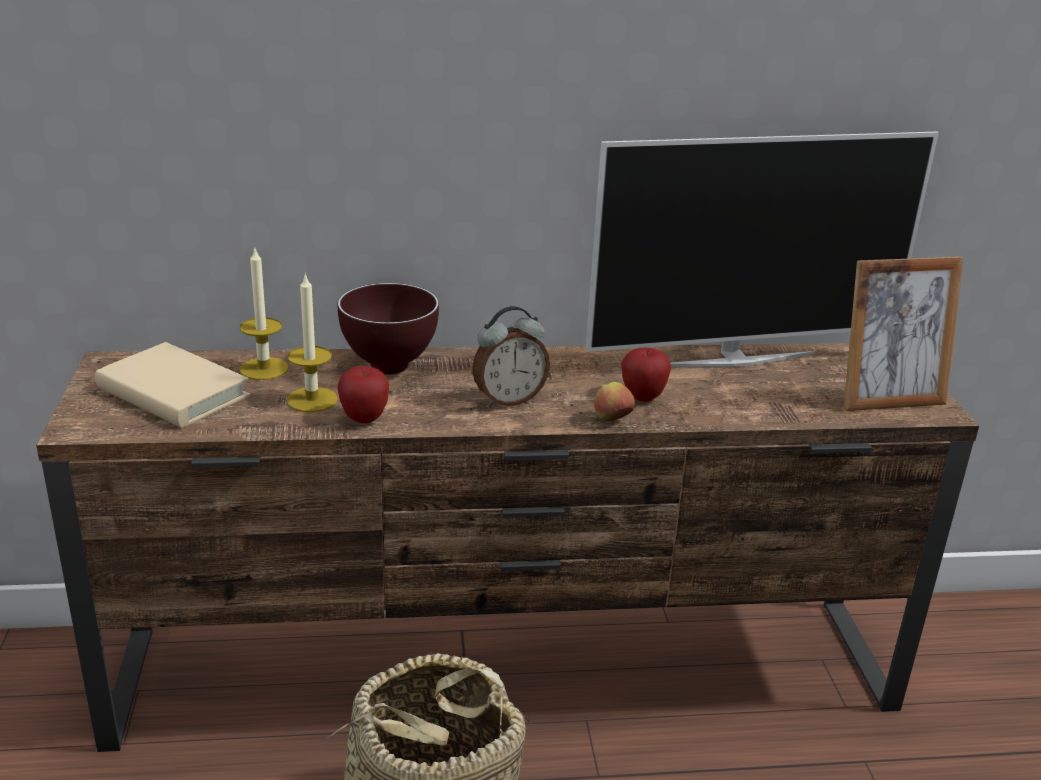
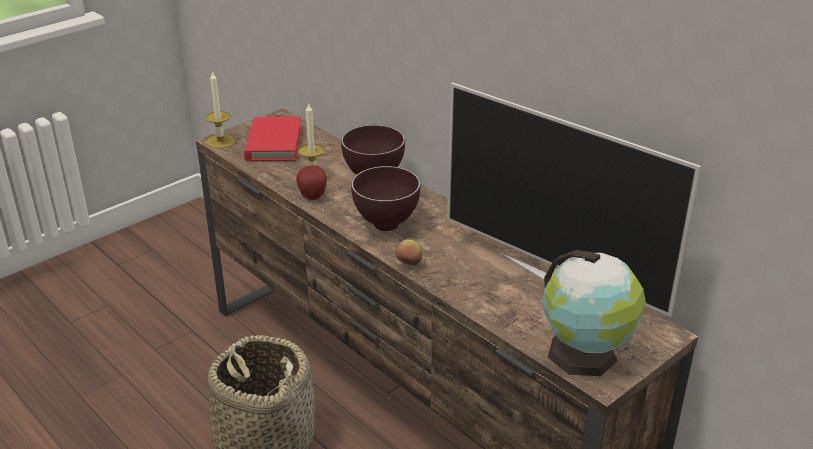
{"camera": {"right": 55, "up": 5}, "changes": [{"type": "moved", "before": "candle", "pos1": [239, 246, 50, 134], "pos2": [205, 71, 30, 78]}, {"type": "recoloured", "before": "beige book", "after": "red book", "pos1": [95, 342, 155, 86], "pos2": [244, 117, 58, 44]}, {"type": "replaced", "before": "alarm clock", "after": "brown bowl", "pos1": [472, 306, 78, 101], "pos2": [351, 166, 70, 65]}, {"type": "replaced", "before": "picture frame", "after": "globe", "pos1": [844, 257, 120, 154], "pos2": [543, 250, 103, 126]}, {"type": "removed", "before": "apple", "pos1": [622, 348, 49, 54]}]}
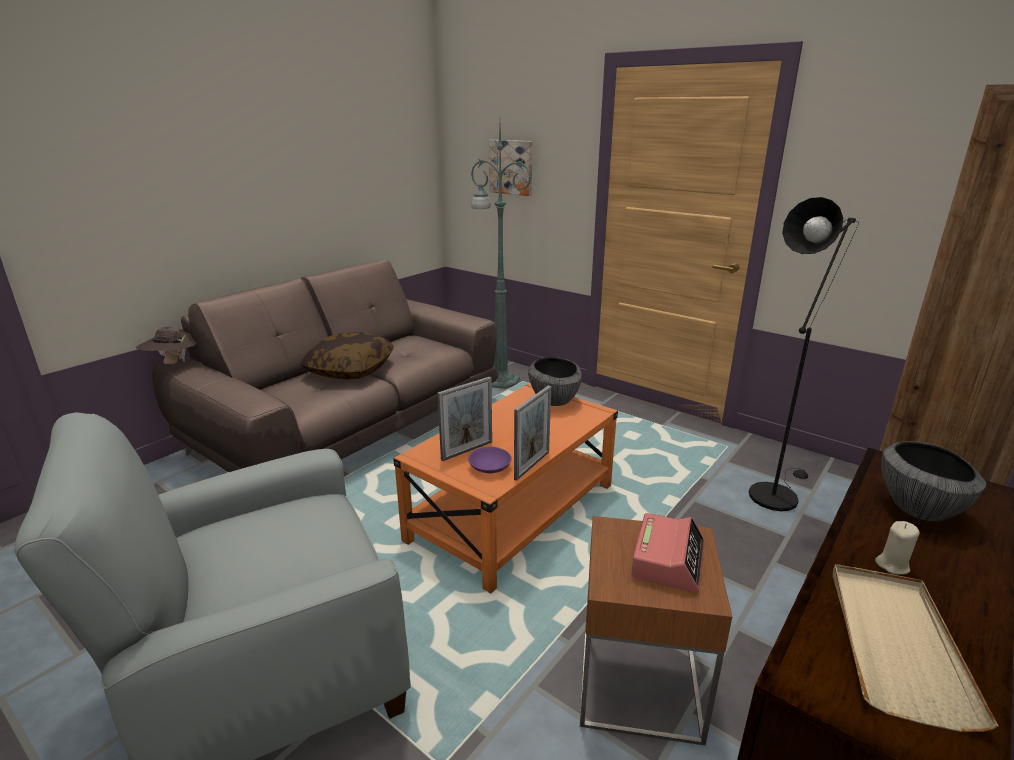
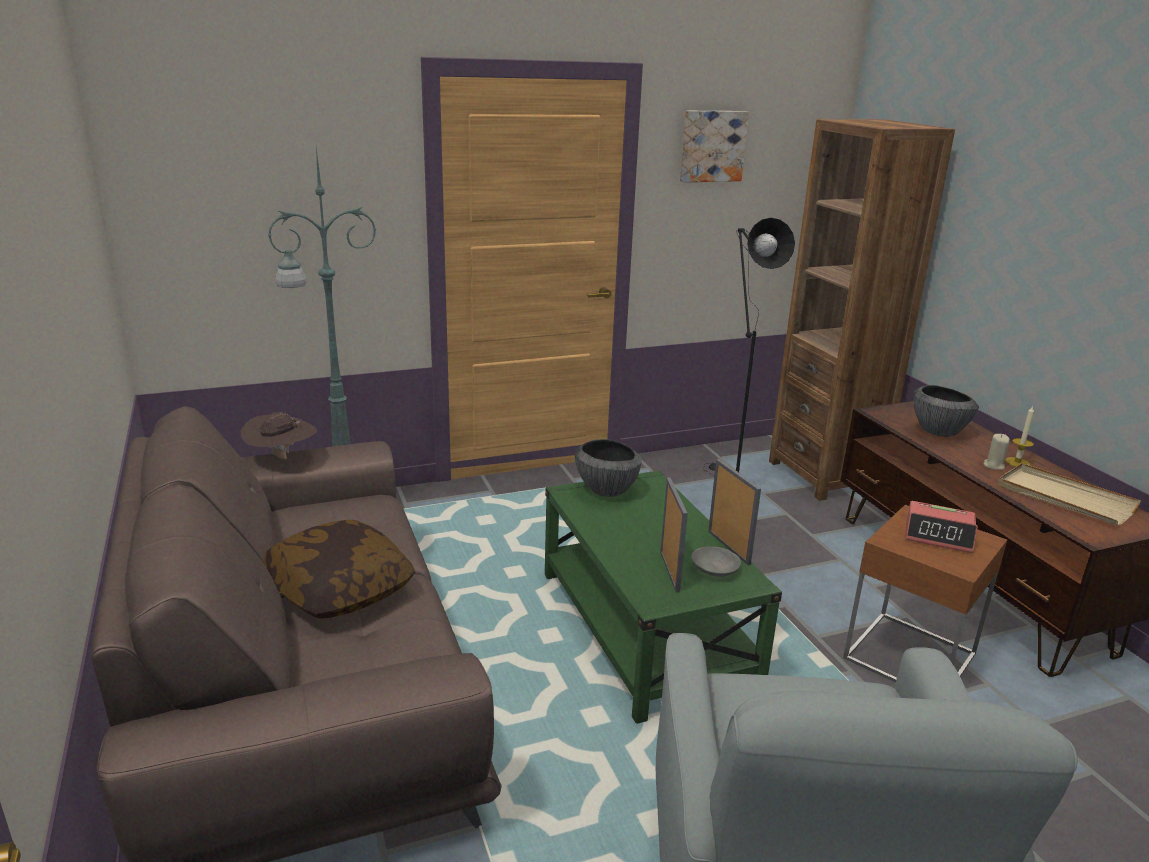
{"camera": {"right": -60, "up": 0}, "changes": [{"type": "moved", "before": "brown hat", "pos1": [135, 327, 62, 37], "pos2": [240, 412, 77, 47]}, {"type": "recoloured", "before": "orange coffee table", "after": "green coffee table", "pos1": [393, 383, 225, 210], "pos2": [545, 471, 237, 253]}, {"type": "moved", "before": "picture", "pos1": [489, 140, 43, 56], "pos2": [680, 111, 69, 72]}, {"type": "recoloured", "before": "purple bowl", "after": "grey bowl", "pos1": [468, 446, 43, 27], "pos2": [691, 547, 50, 30]}, {"type": "turned", "before": "alarm clock", "pos1": [631, 513, 74, 80], "pos2": [905, 501, 73, 52], "turn": 150}, {"type": "added", "after": "candle", "pos2": [1005, 406, 29, 61]}]}
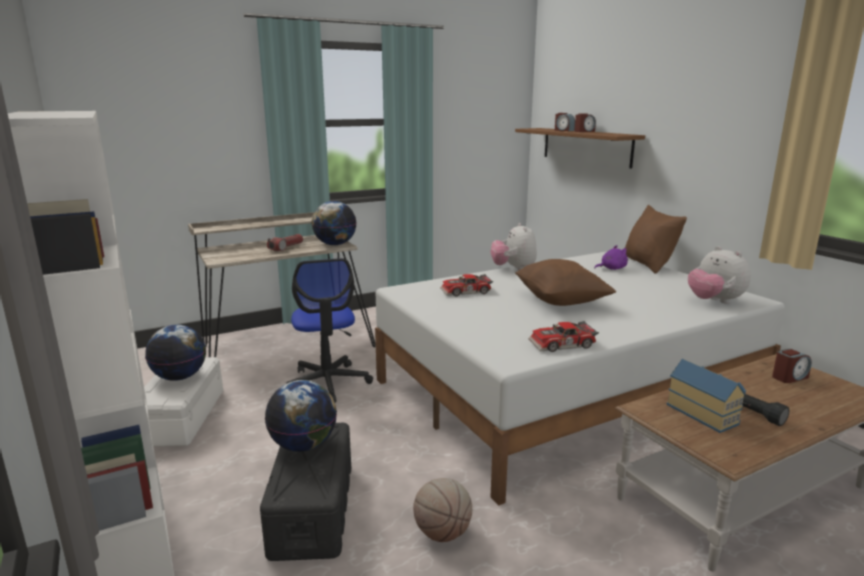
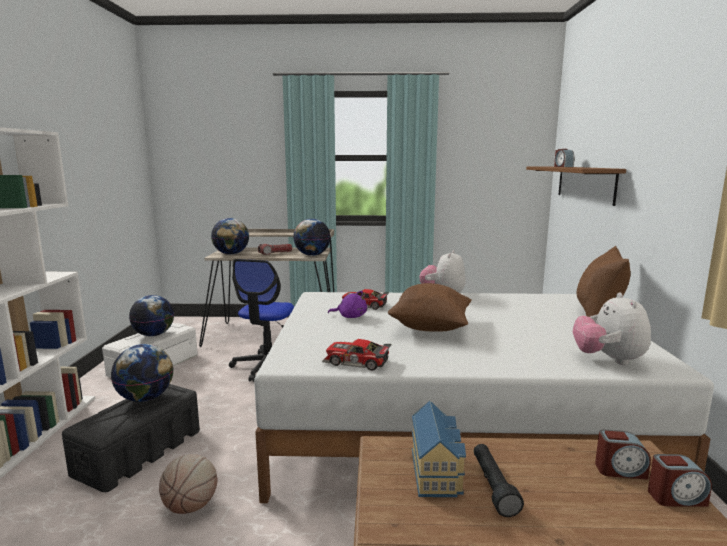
{"camera": {"right": 30, "up": -5}, "changes": [{"type": "added", "after": "globe", "pos2": [211, 218, 38, 37]}, {"type": "moved", "before": "purple plush toy", "pos1": [594, 245, 34, 25], "pos2": [328, 291, 39, 27]}, {"type": "moved", "before": "alarm clock", "pos1": [574, 113, 22, 19], "pos2": [648, 454, 64, 53]}]}
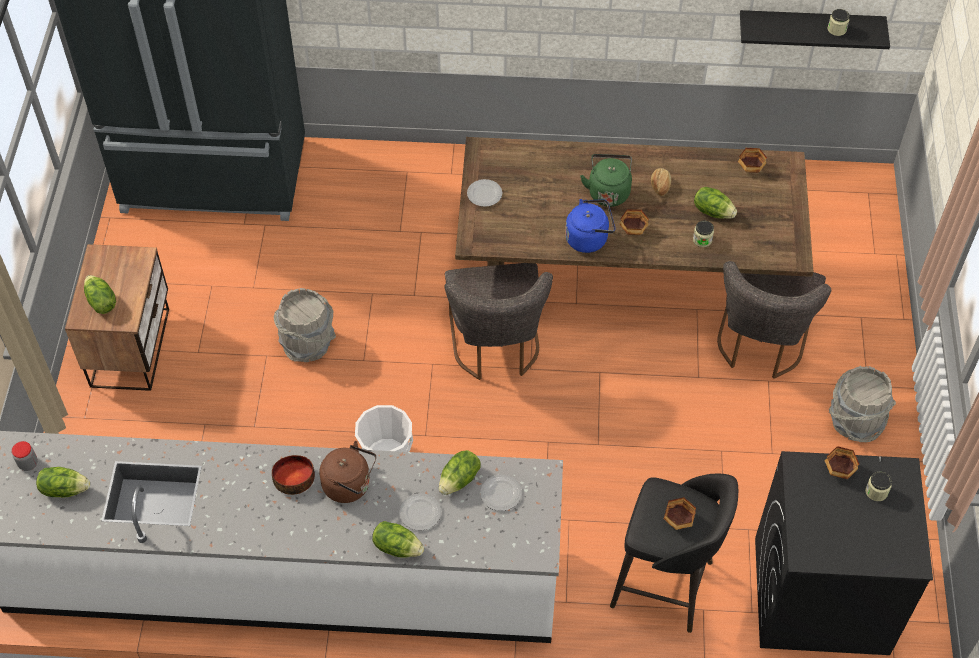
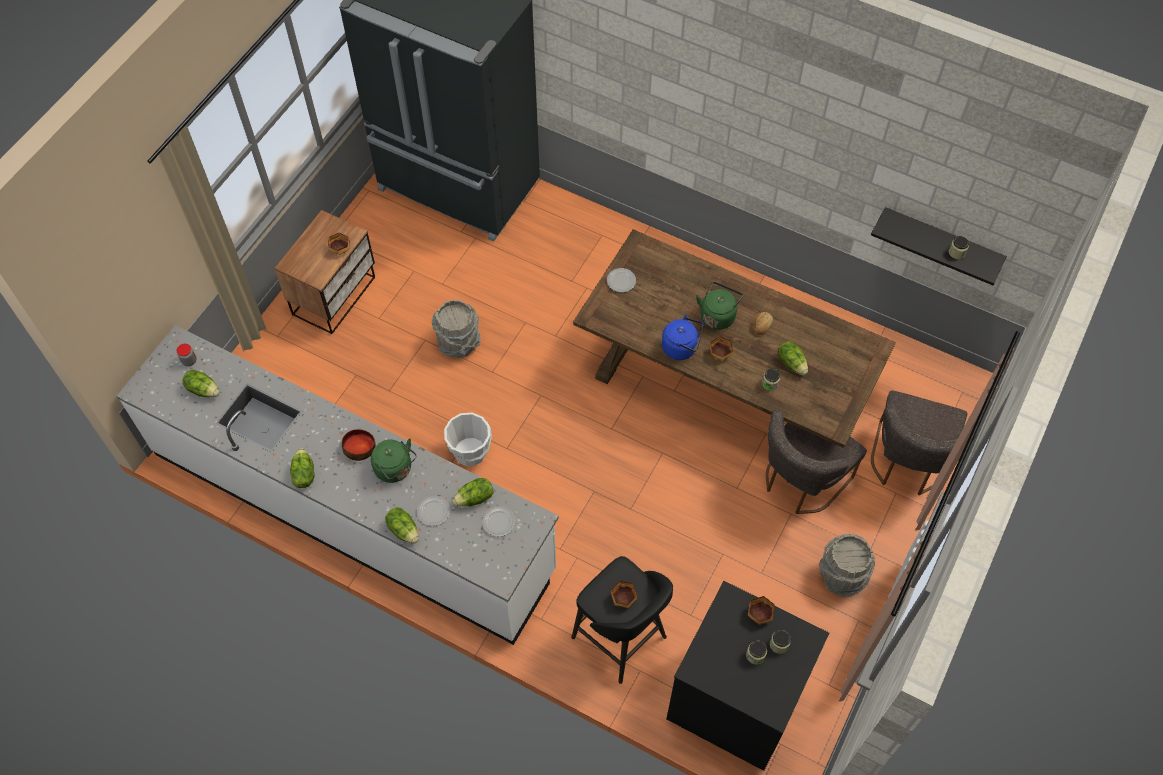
{"camera": {"right": 25, "up": 5}, "changes": [{"type": "moved", "before": "lettuce", "pos1": [84, 275, 32, 39], "pos2": [290, 448, 24, 40]}, {"type": "moved", "before": "bowl", "pos1": [738, 148, 29, 25], "pos2": [328, 233, 22, 22]}, {"type": "recoloured", "before": "brown kettle", "after": "green kettle", "pos1": [319, 441, 57, 62], "pos2": [371, 439, 45, 44]}, {"type": "added", "after": "jar", "pos2": [746, 641, 21, 24]}, {"type": "moved", "before": "grey chair", "pos1": [444, 263, 109, 117], "pos2": [871, 390, 106, 105]}]}
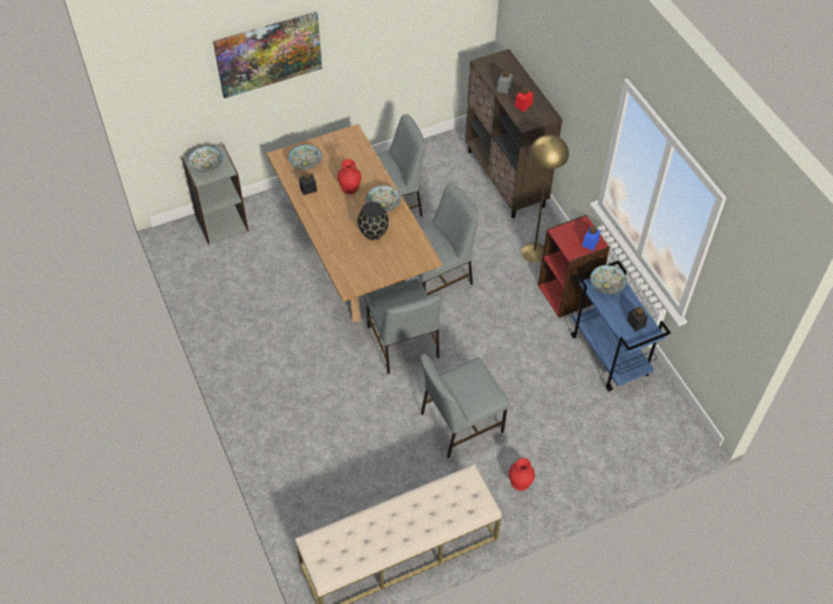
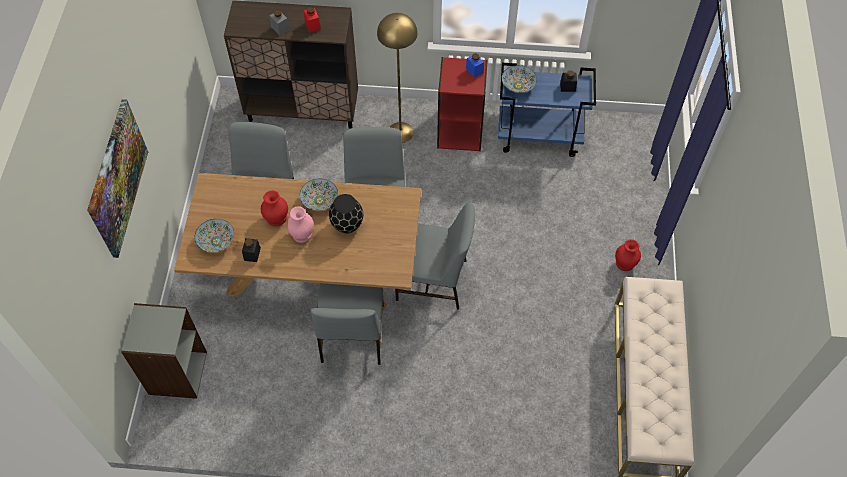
{"camera": {"right": -60, "up": 5}, "changes": [{"type": "added", "after": "pink vase", "pos2": [287, 206, 27, 37]}, {"type": "moved", "before": "grey chair", "pos1": [421, 353, 88, 105], "pos2": [310, 283, 74, 82]}, {"type": "removed", "before": "bowl", "pos1": [189, 147, 34, 25]}]}
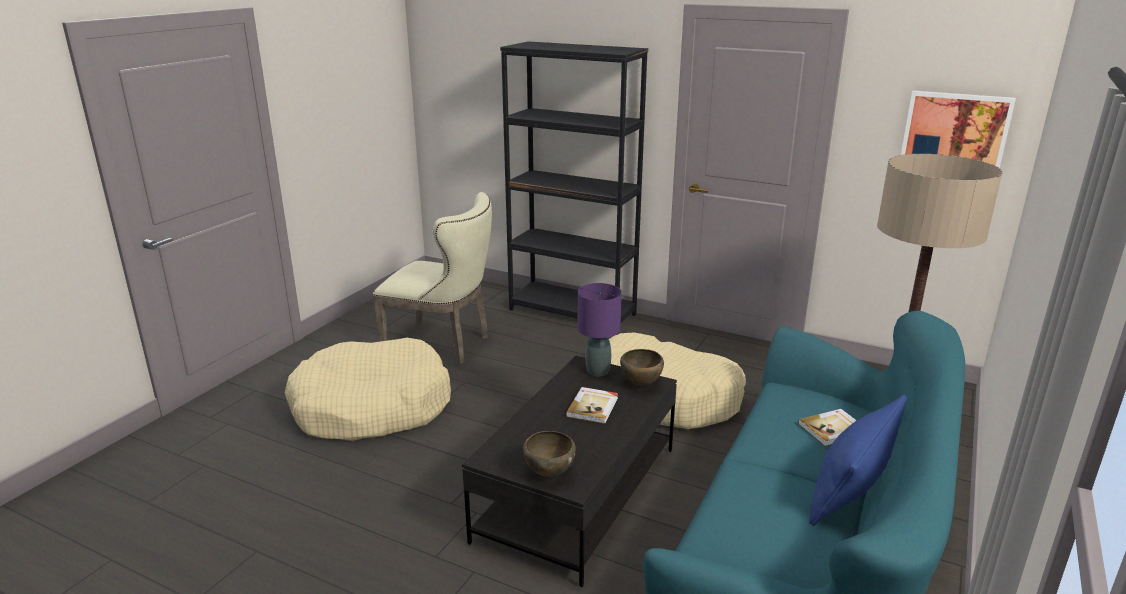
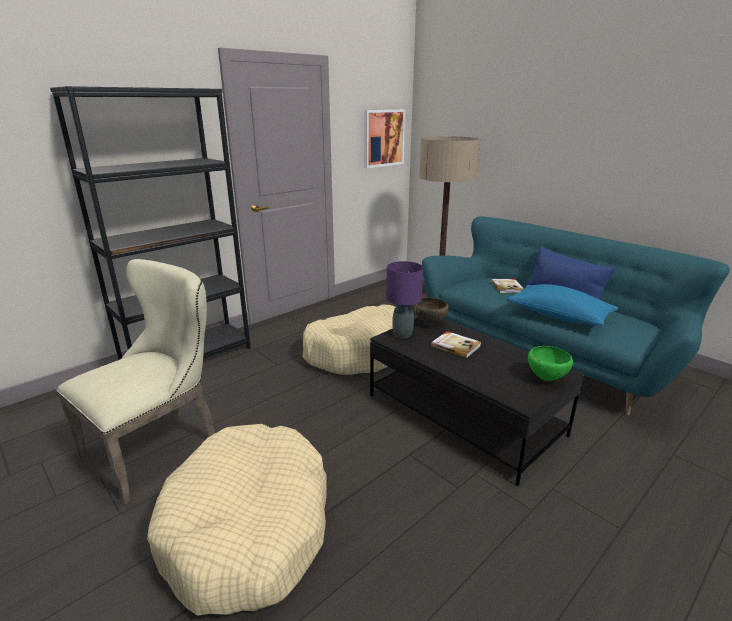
{"camera": {"right": -70, "up": 0}, "changes": [{"type": "added", "after": "blue pillow", "pos2": [507, 284, 111, 43]}, {"type": "recoloured", "before": "brown bowl", "after": "green bowl", "pos1": [523, 431, 53, 46], "pos2": [528, 346, 45, 35]}]}
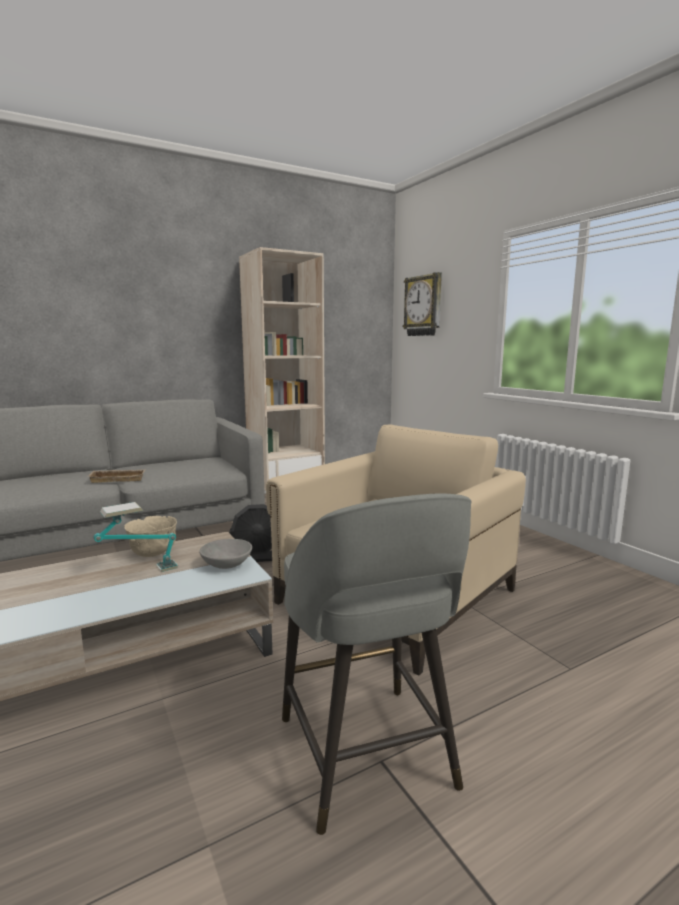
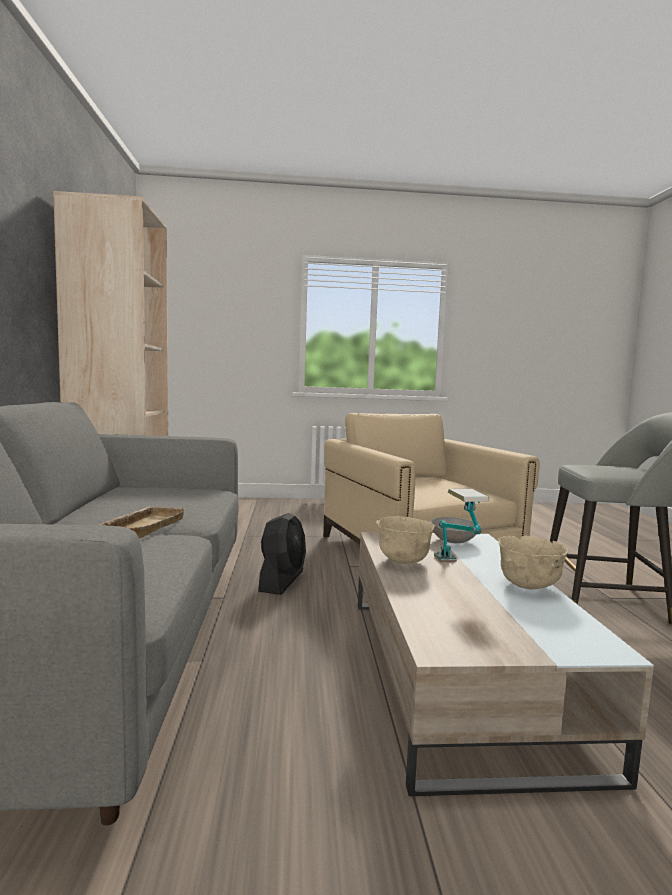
{"camera": {"right": -65, "up": -5}, "changes": [{"type": "added", "after": "beige bowl", "pos2": [498, 535, 70, 55]}, {"type": "removed", "before": "wall clock", "pos1": [403, 272, 39, 64]}]}
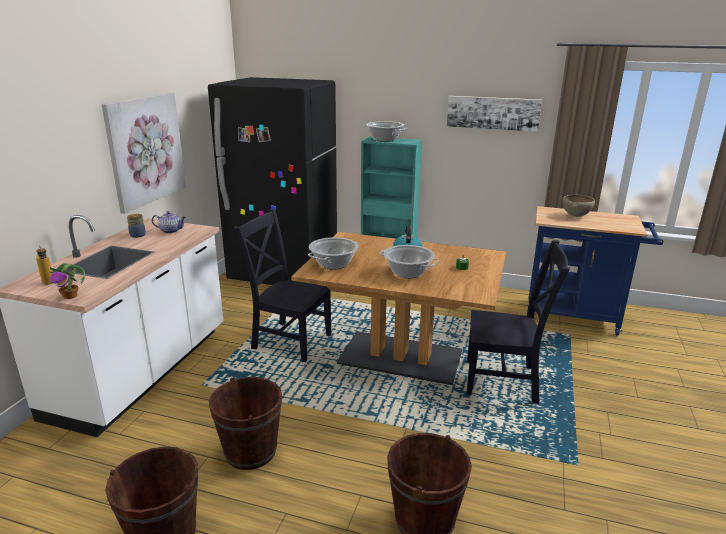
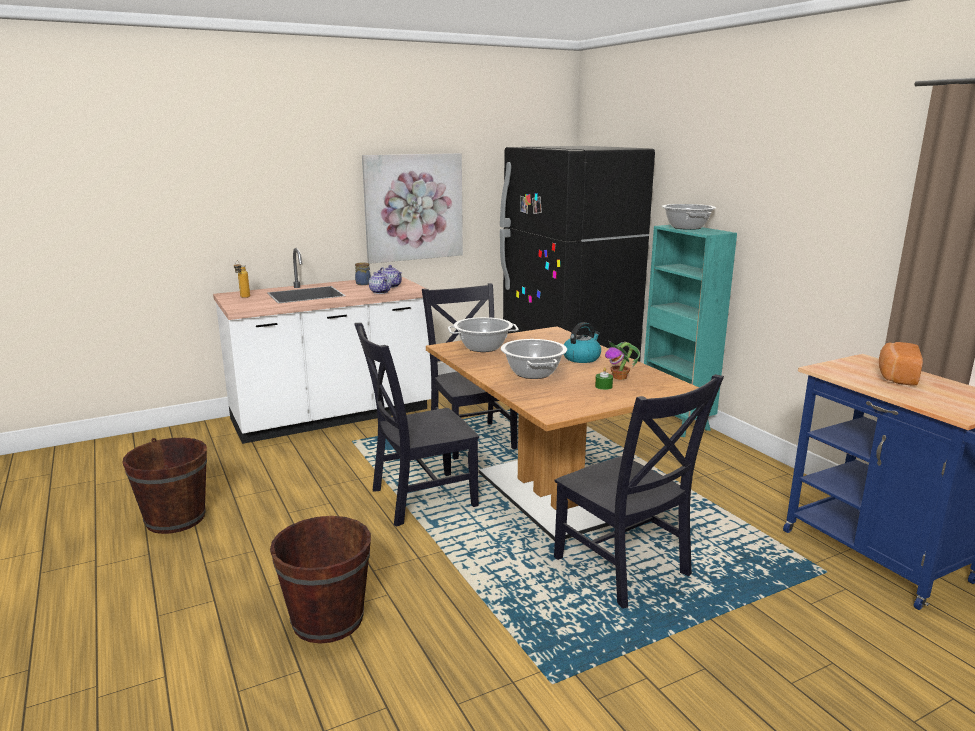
{"camera": {"right": 45, "up": -5}, "changes": [{"type": "added", "after": "black chair", "pos2": [354, 323, 125, 204]}, {"type": "added", "after": "teapot", "pos2": [369, 270, 23, 24]}, {"type": "moved", "before": "potted plant", "pos1": [49, 263, 36, 36], "pos2": [605, 341, 35, 39]}, {"type": "replaced", "before": "brown bowl", "after": "bread", "pos1": [563, 195, 32, 22], "pos2": [879, 342, 44, 44]}, {"type": "removed", "before": "brown bucket", "pos1": [209, 377, 73, 93]}, {"type": "removed", "before": "picture", "pos1": [447, 96, 95, 36]}]}
